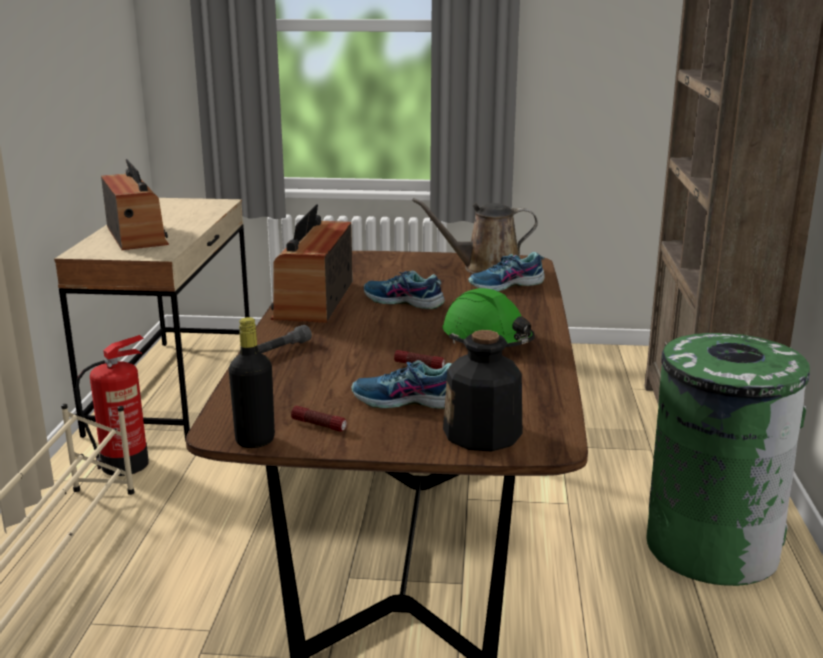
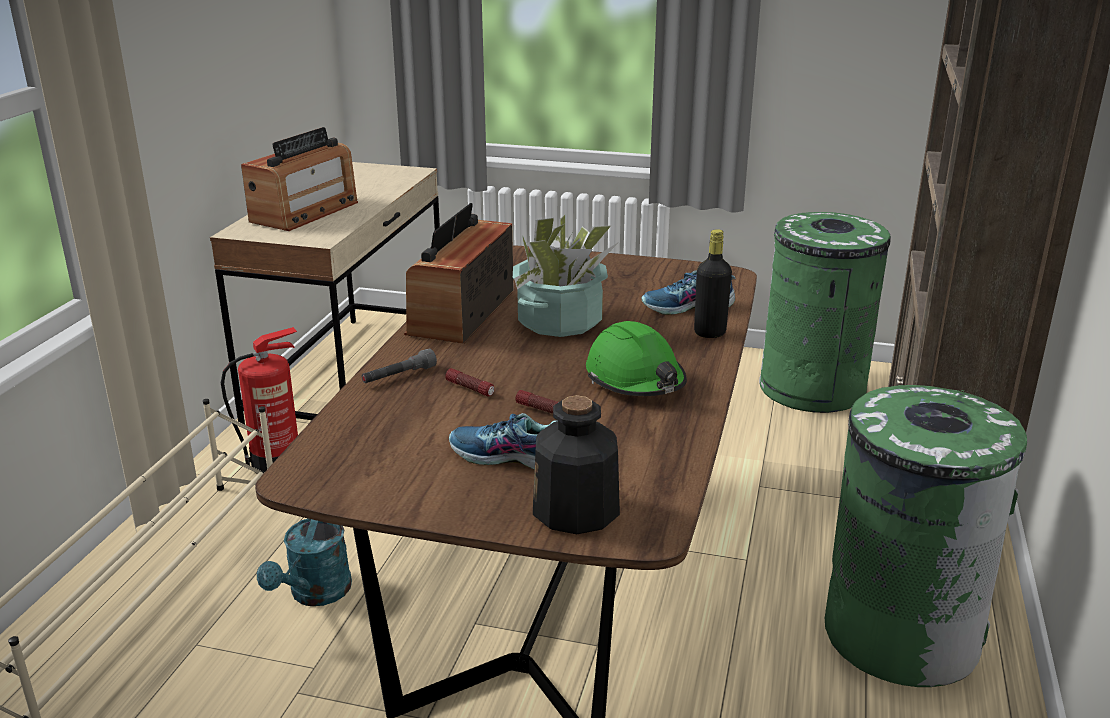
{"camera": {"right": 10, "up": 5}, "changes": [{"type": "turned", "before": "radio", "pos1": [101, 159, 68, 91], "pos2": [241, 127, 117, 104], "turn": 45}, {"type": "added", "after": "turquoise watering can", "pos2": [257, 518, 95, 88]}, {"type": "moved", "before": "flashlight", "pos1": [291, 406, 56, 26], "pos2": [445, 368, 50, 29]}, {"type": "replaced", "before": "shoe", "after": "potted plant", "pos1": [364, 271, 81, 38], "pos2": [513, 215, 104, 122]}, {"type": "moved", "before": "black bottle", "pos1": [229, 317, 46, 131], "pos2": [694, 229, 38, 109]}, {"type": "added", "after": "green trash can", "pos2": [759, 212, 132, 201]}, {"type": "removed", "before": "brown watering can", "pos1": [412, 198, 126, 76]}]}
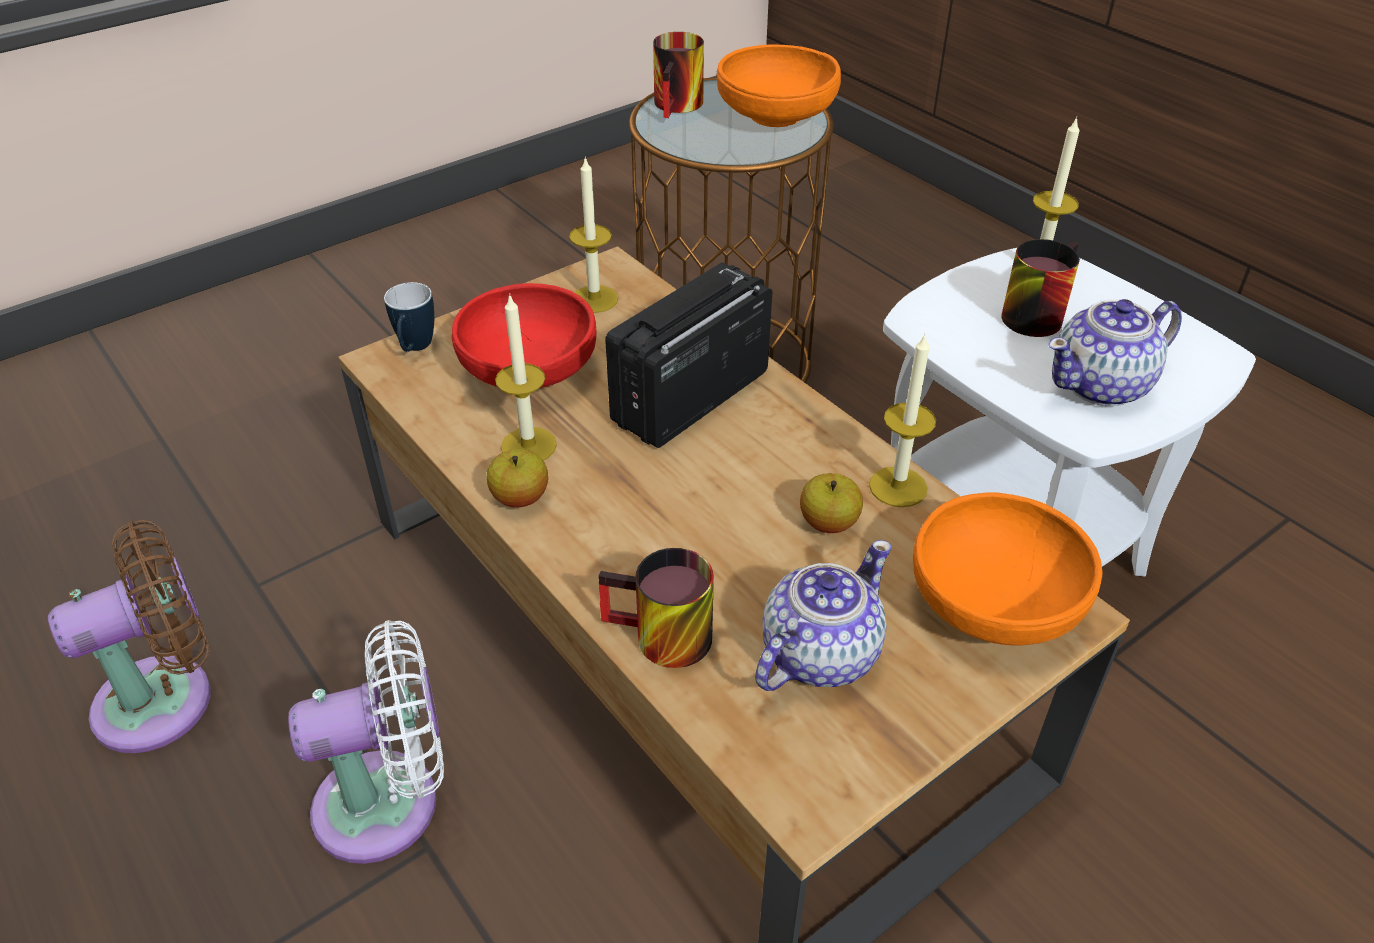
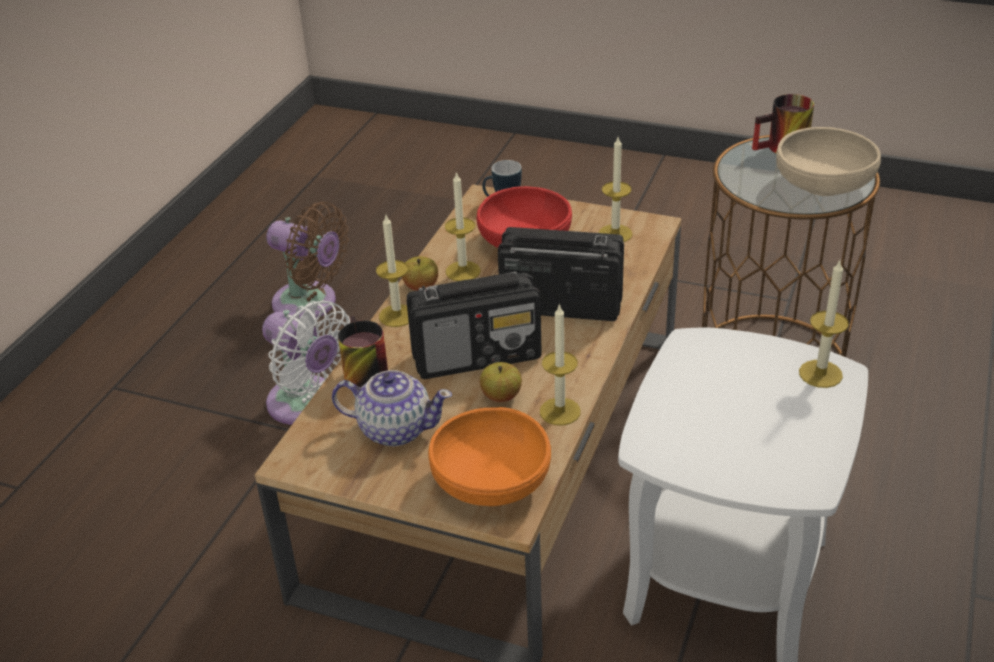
{"camera": {"right": 60, "up": -5}, "changes": [{"type": "added", "after": "candle", "pos2": [376, 215, 33, 112]}, {"type": "added", "after": "radio", "pos2": [406, 272, 136, 107]}, {"type": "recoloured", "before": "orange bowl", "after": "beige bowl", "pos1": [717, 45, 124, 82], "pos2": [776, 127, 105, 69]}, {"type": "removed", "before": "mug", "pos1": [1002, 239, 78, 98]}, {"type": "removed", "before": "teapot", "pos1": [1048, 299, 134, 107]}]}
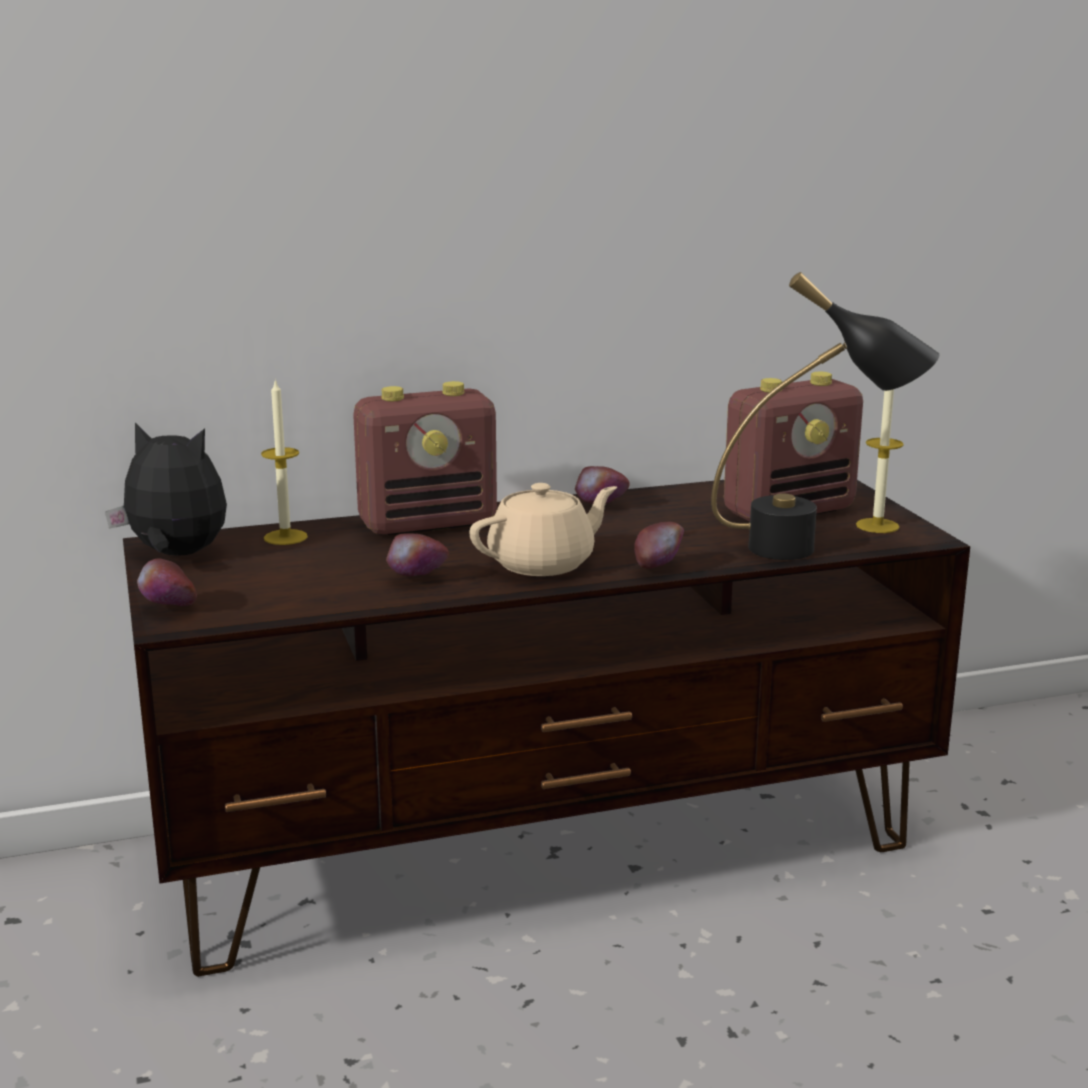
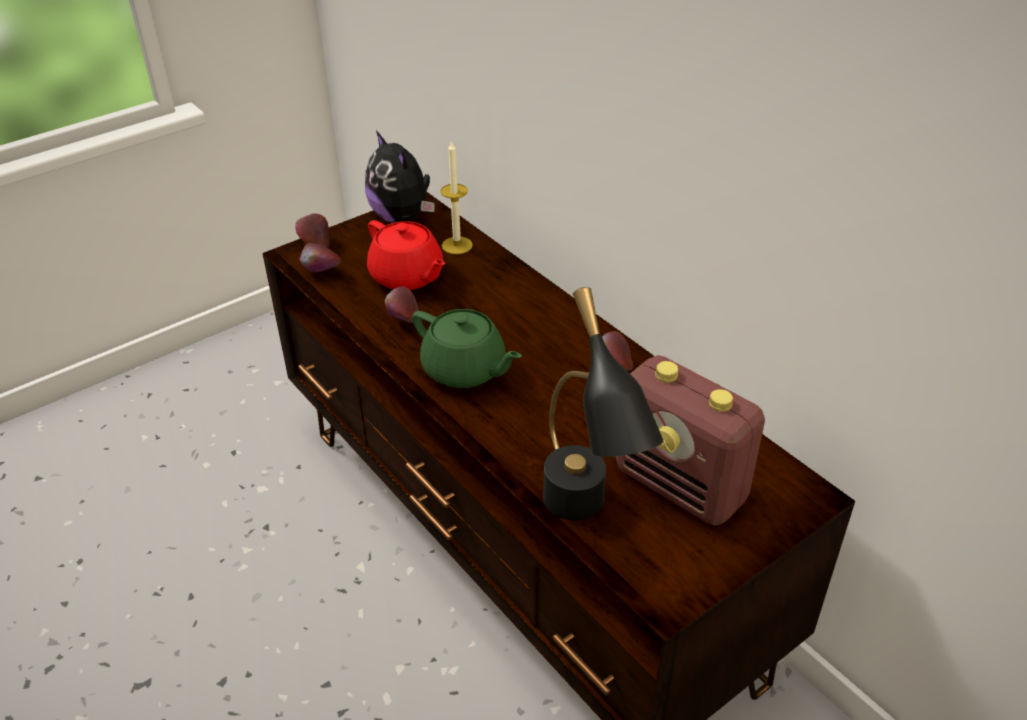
{"camera": {"right": 70, "up": 20}, "changes": [{"type": "moved", "before": "apple", "pos1": [634, 522, 50, 47], "pos2": [300, 243, 41, 29]}, {"type": "turned", "before": "plush toy", "pos1": [105, 422, 122, 134], "pos2": [365, 131, 69, 92], "turn": 150}, {"type": "added", "after": "red teapot", "pos2": [367, 220, 78, 70]}, {"type": "recoloured", "before": "beige teapot", "after": "green teapot", "pos1": [469, 483, 148, 93], "pos2": [412, 309, 110, 79]}, {"type": "removed", "before": "radio", "pos1": [353, 381, 144, 154]}, {"type": "removed", "before": "candle", "pos1": [856, 389, 48, 144]}]}
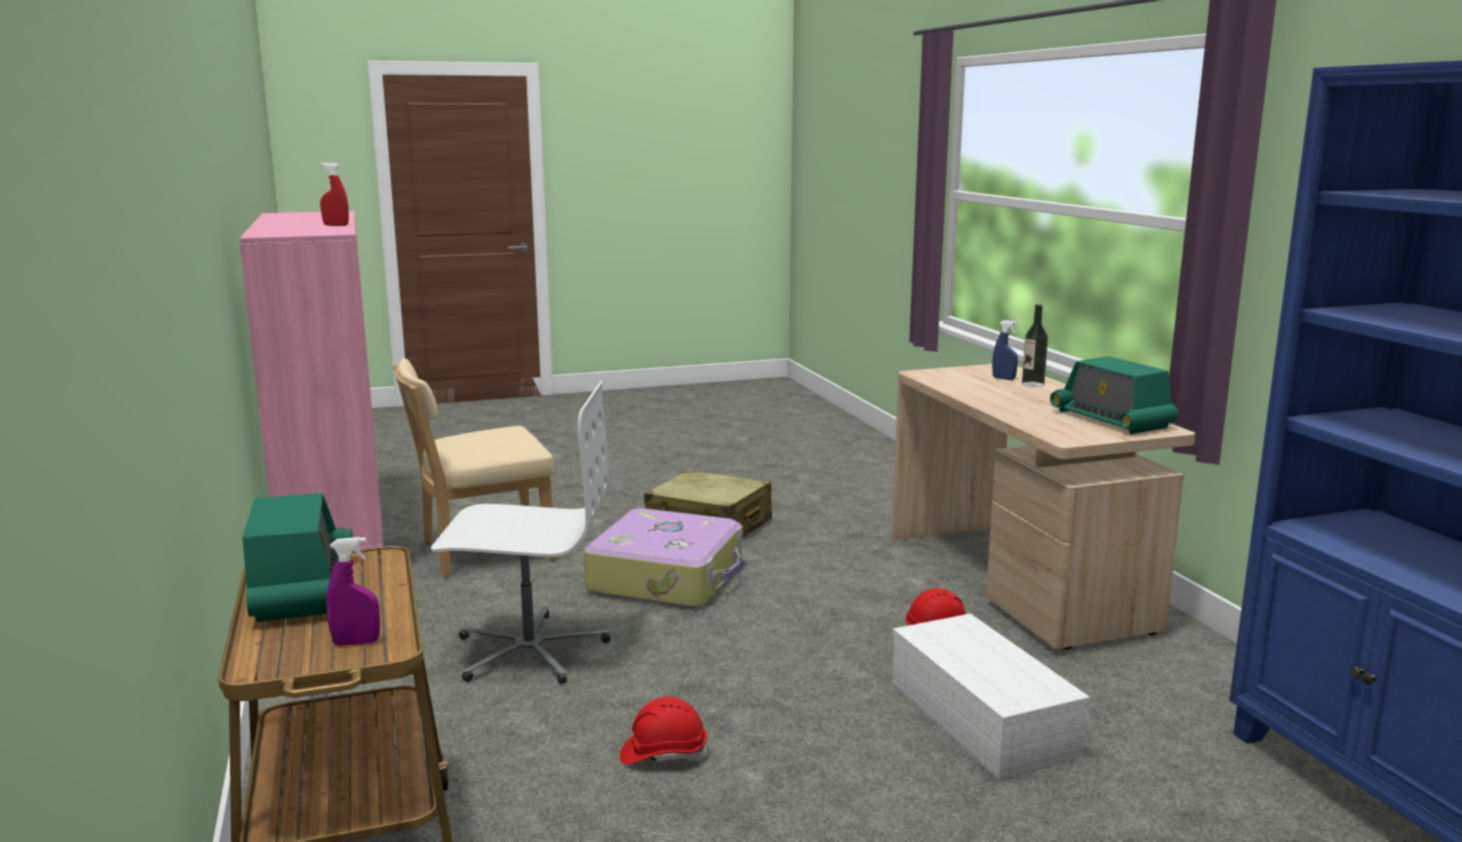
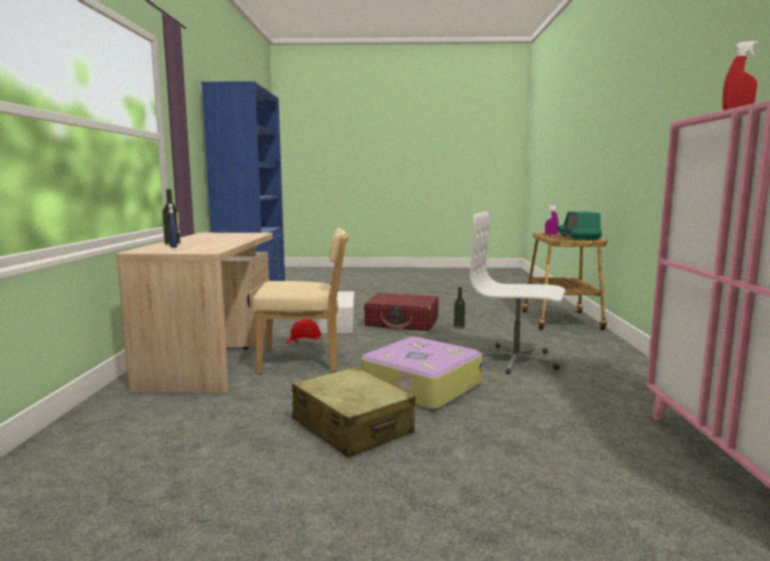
{"camera": {"right": -160, "up": -5}, "changes": [{"type": "moved", "before": "beige chair", "pos1": [394, 358, 163, 220], "pos2": [252, 228, 97, 146]}, {"type": "added", "after": "red suitcase", "pos2": [364, 293, 75, 38]}, {"type": "replaced", "before": "red hard hat", "after": "bottle", "pos1": [620, 697, 88, 67], "pos2": [453, 287, 12, 42]}, {"type": "removed", "before": "radio", "pos1": [1050, 356, 128, 78]}]}
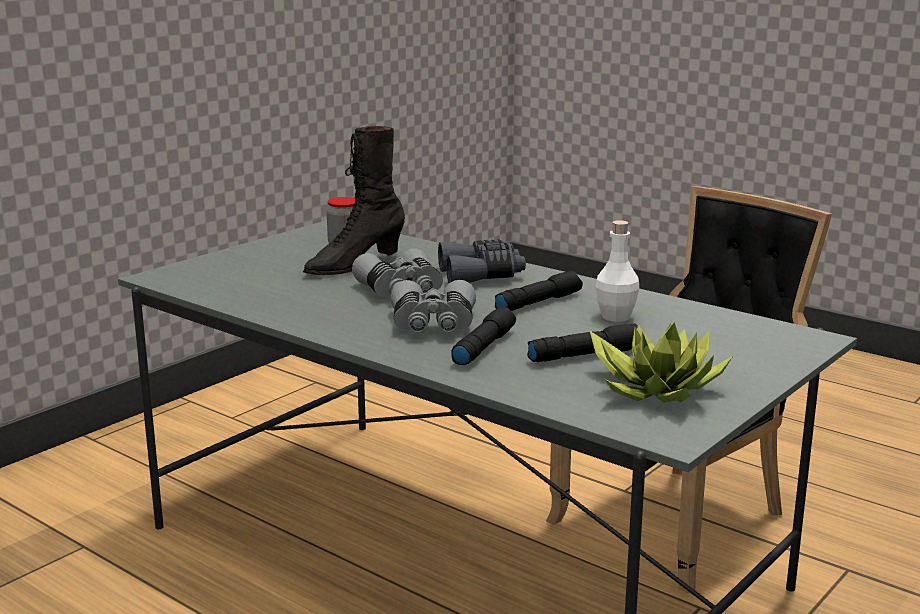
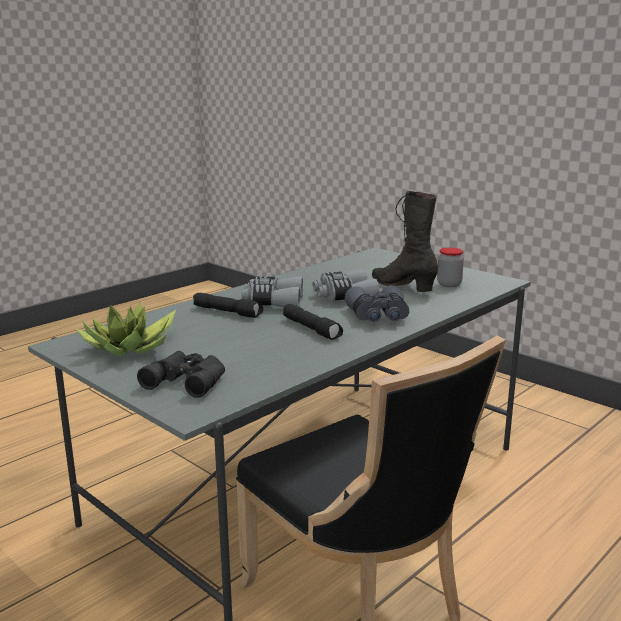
{"camera": {"right": 95, "up": 0}, "changes": [{"type": "added", "after": "black binoculars", "pos2": [137, 351, 88, 47]}, {"type": "removed", "before": "black flashlight", "pos1": [527, 324, 111, 38]}, {"type": "removed", "before": "white bottle", "pos1": [596, 220, 43, 102]}]}
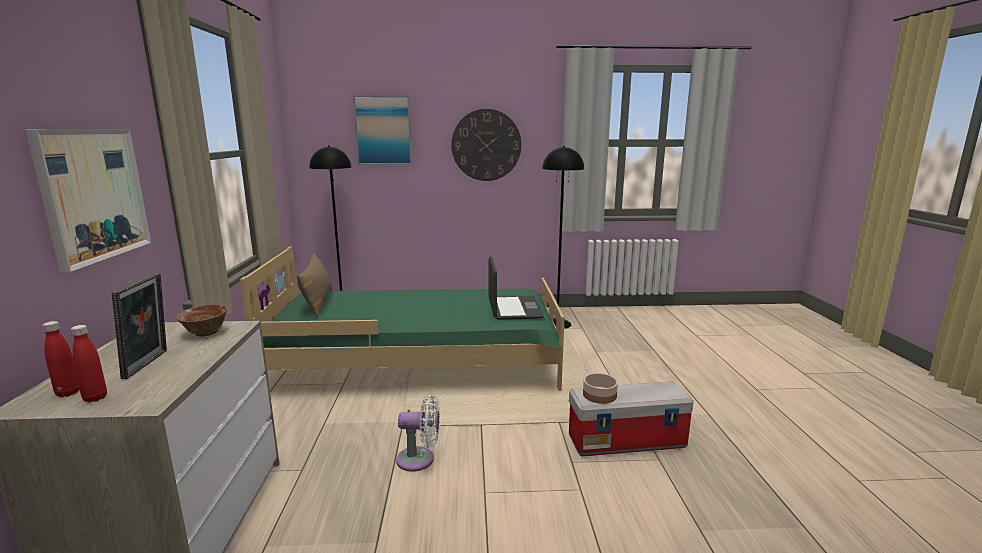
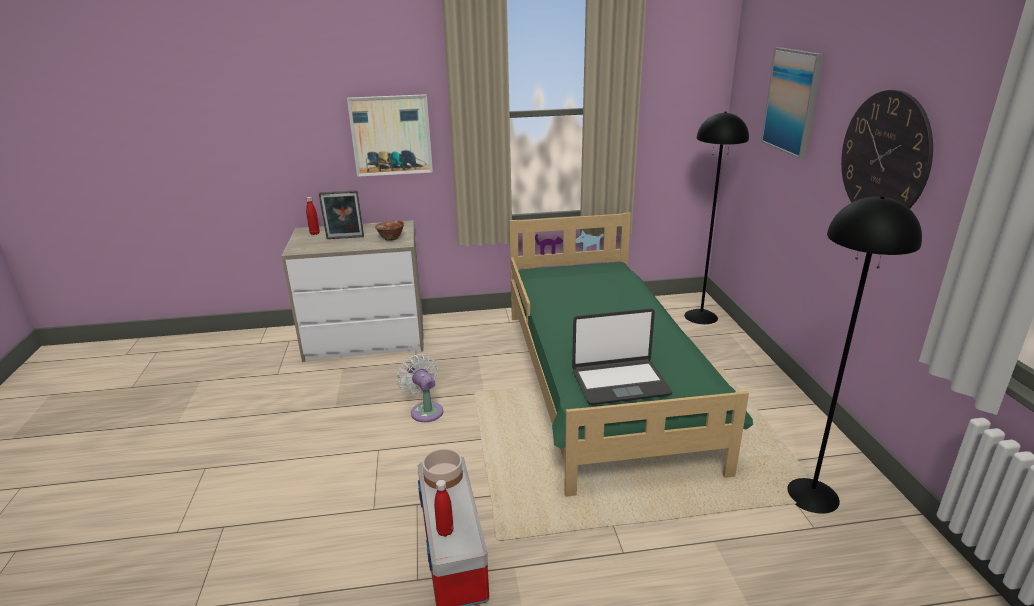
{"camera": {"right": 85, "up": 10}, "changes": [{"type": "turned", "before": "white fan", "pos1": [396, 395, 44, 77], "pos2": [397, 354, 46, 68], "turn": 150}, {"type": "moved", "before": "red bottle", "pos1": [71, 325, 36, 78], "pos2": [434, 480, 19, 57]}, {"type": "removed", "before": "brown pillow", "pos1": [297, 253, 35, 65]}]}
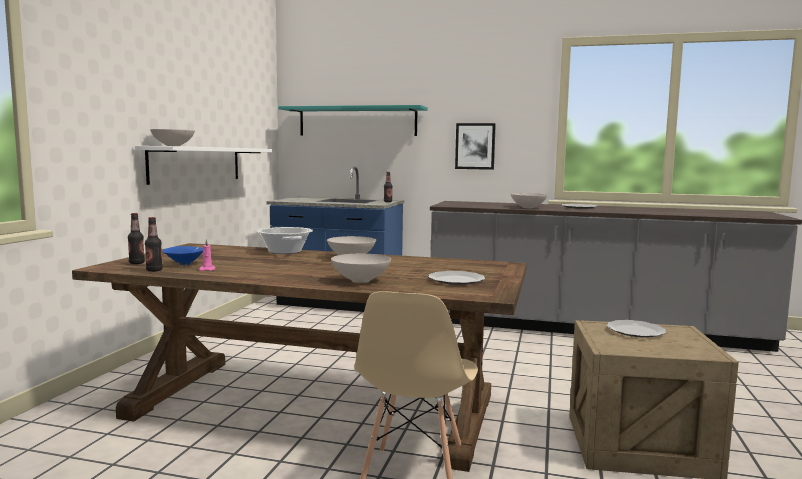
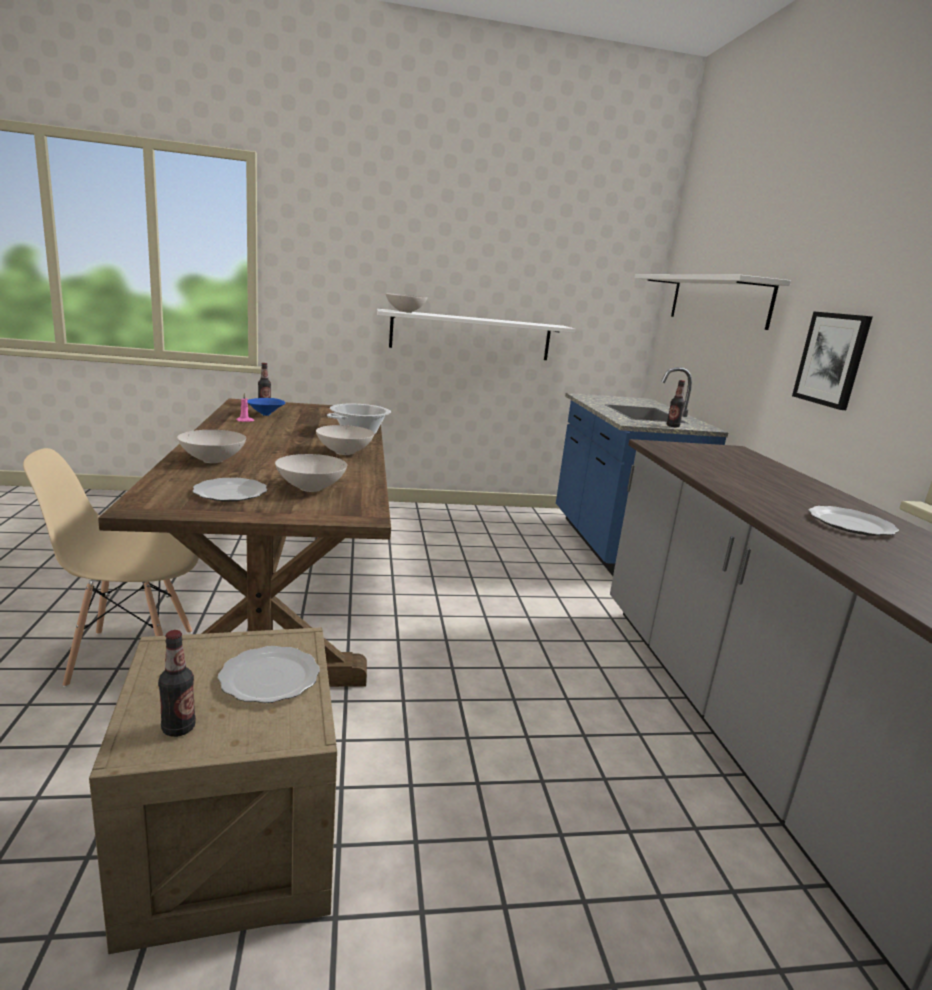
{"camera": {"right": 65, "up": 10}, "changes": [{"type": "moved", "before": "bottle", "pos1": [145, 217, 18, 55], "pos2": [158, 630, 38, 107]}, {"type": "moved", "before": "white bowl", "pos1": [511, 193, 36, 15], "pos2": [275, 454, 72, 38]}, {"type": "recoloured", "before": "turquoise shelf", "after": "white shelf", "pos1": [278, 105, 150, 31], "pos2": [635, 274, 156, 56]}]}
